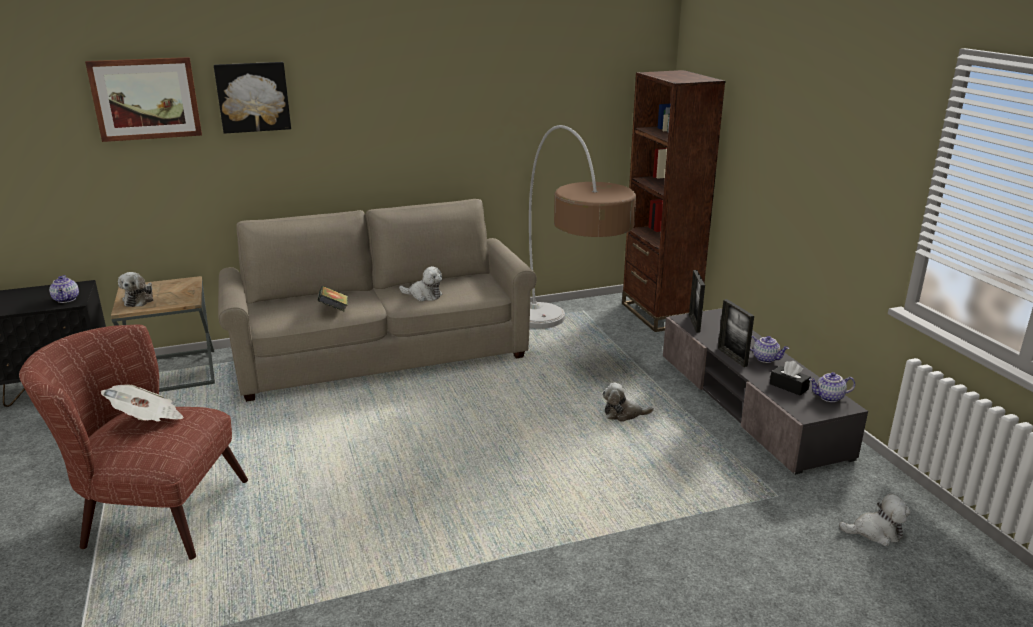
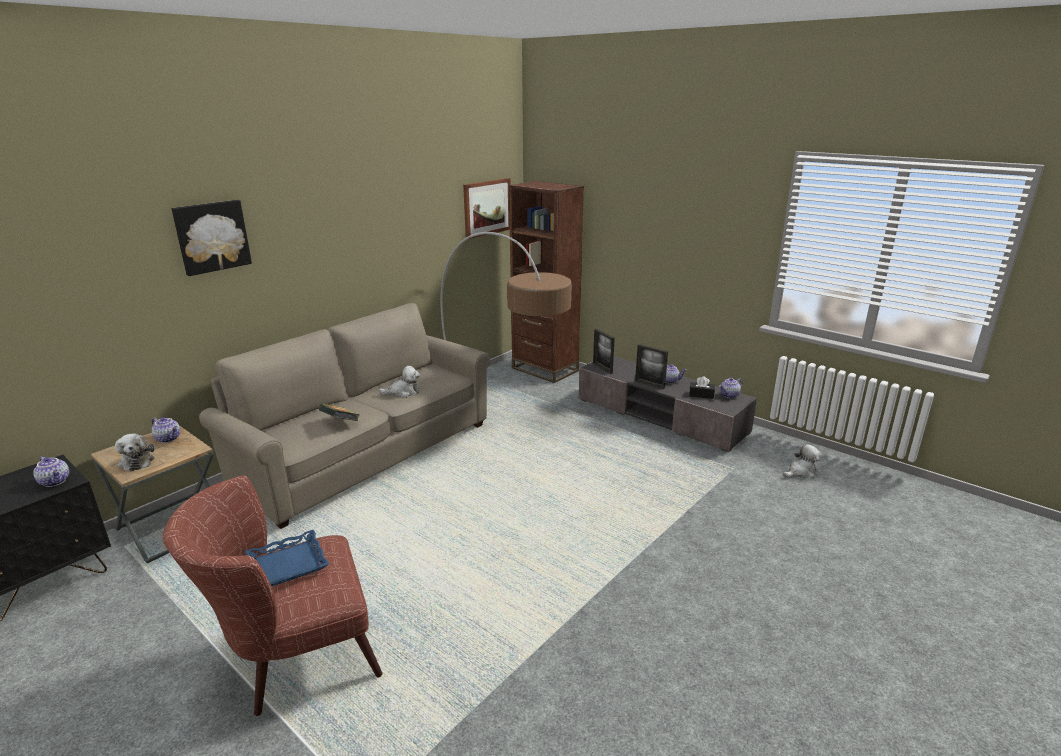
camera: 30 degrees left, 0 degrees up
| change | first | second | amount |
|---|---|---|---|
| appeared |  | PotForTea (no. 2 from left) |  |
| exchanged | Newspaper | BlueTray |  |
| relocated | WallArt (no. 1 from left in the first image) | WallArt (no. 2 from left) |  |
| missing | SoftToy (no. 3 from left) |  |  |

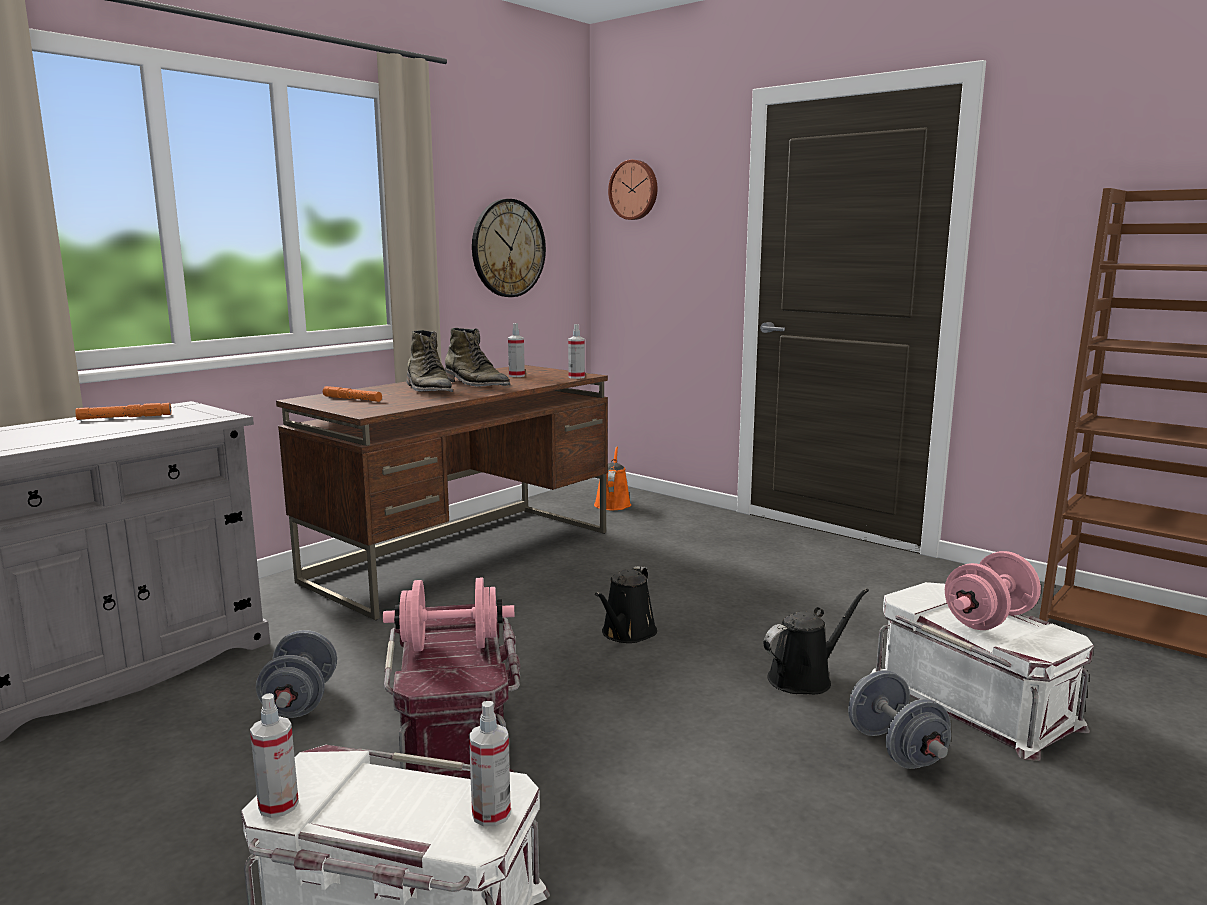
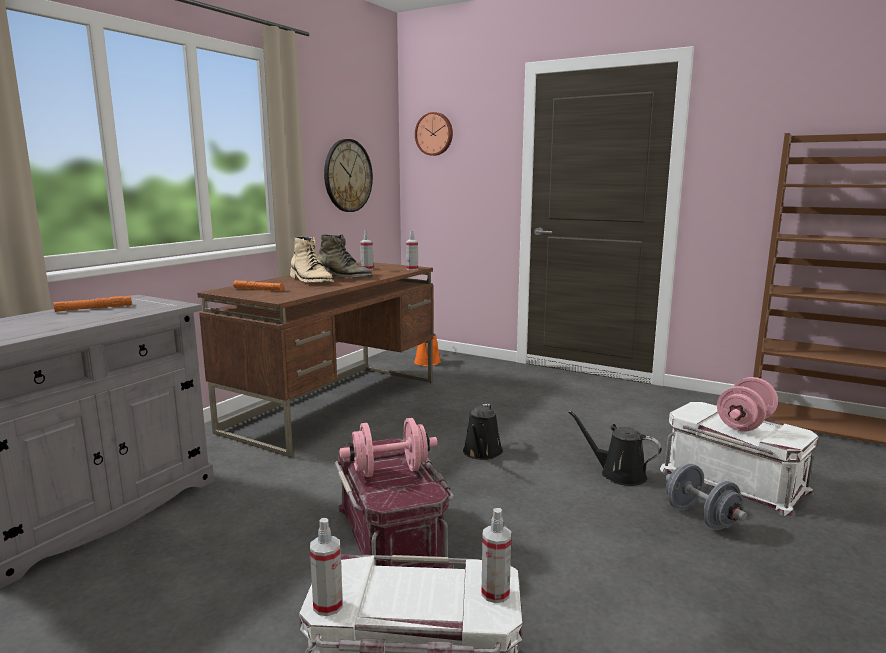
camera: 10 degrees left, 0 degrees up
| change | first | second | amount |
|---|---|---|---|
| colour | GreenBoot (no. 1 from left) | BeigeBoot |  |
| spun | BlackColouredWateringCan (no. 2 from left) |  | 105 degrees counterclockwise |
| missing | GreyHandWeight (no. 1 from left) |  |  |

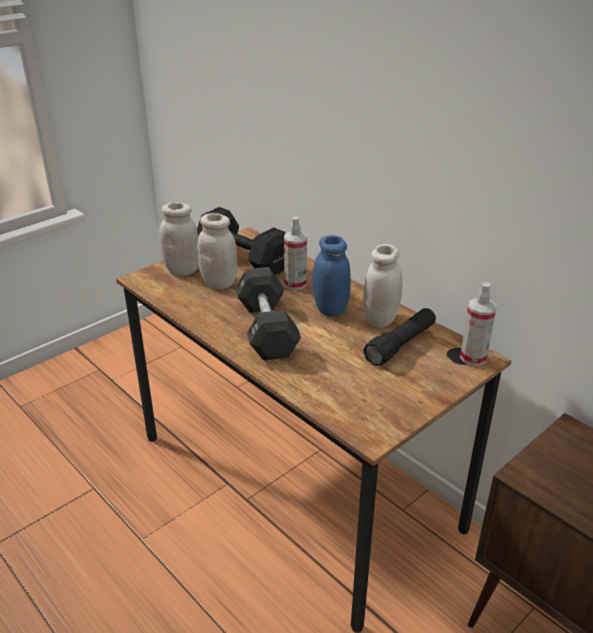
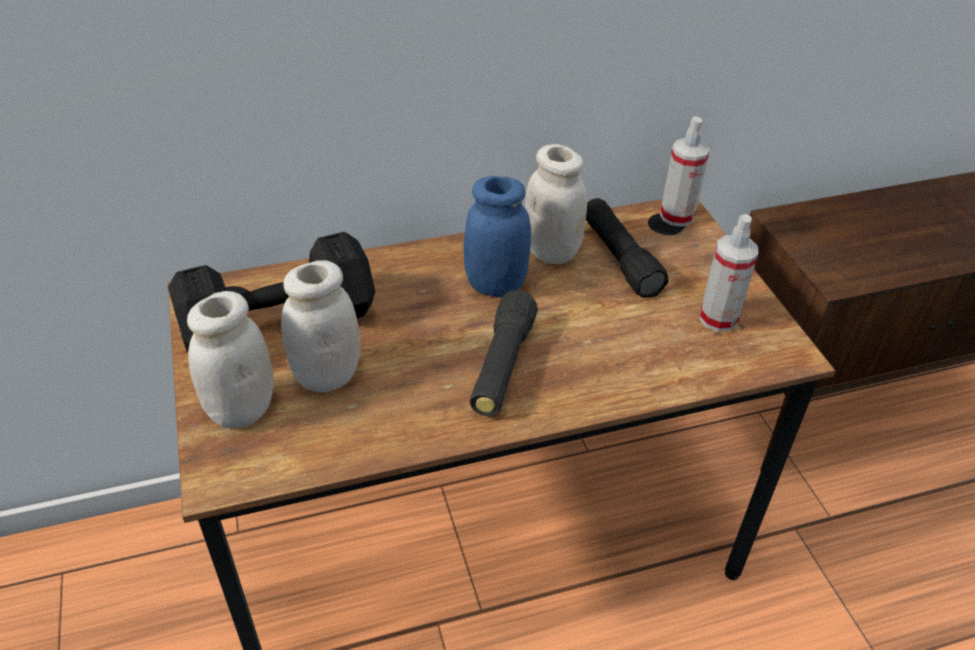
camera: 65 degrees left, 10 degrees up
| change | first | second | amount |
|---|---|---|---|
| exchanged | BlackColouredHandWeight (no. 2 from left) | BlackColouredFlashlight (no. 1 from left) |  |
| relocated | SprayBottle (no. 1 from left in the first image) | SprayBottle (no. 2 from left) |  |

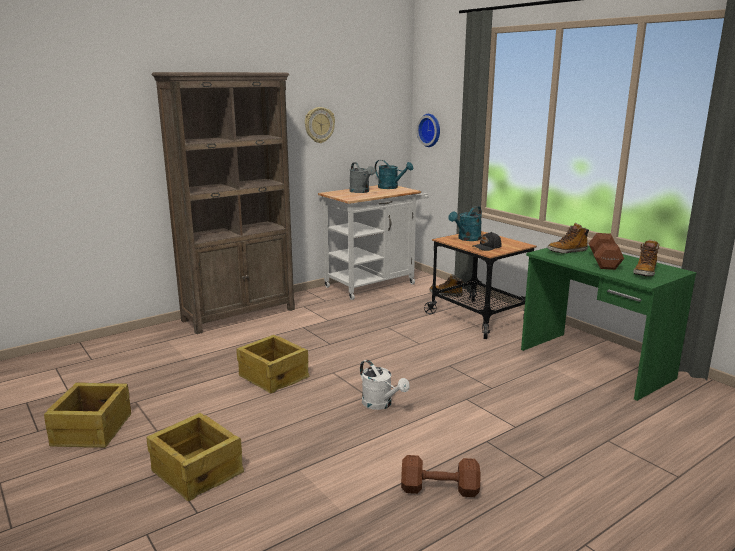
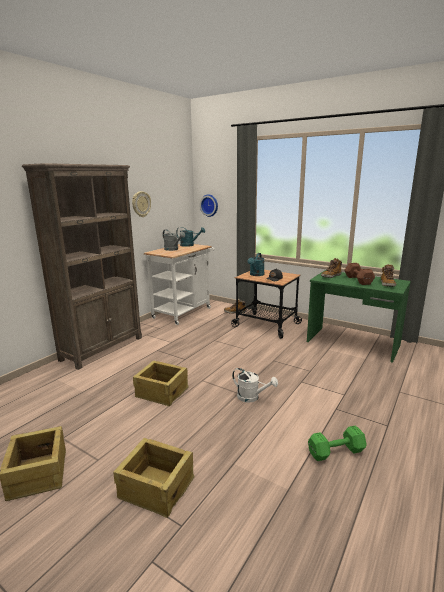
camera: 20 degrees left, 0 degrees up
| change | first | second | amount |
|---|---|---|---|
| colour | BrownHandWeight (no. 1 from left) | GreenHandWeight |  |

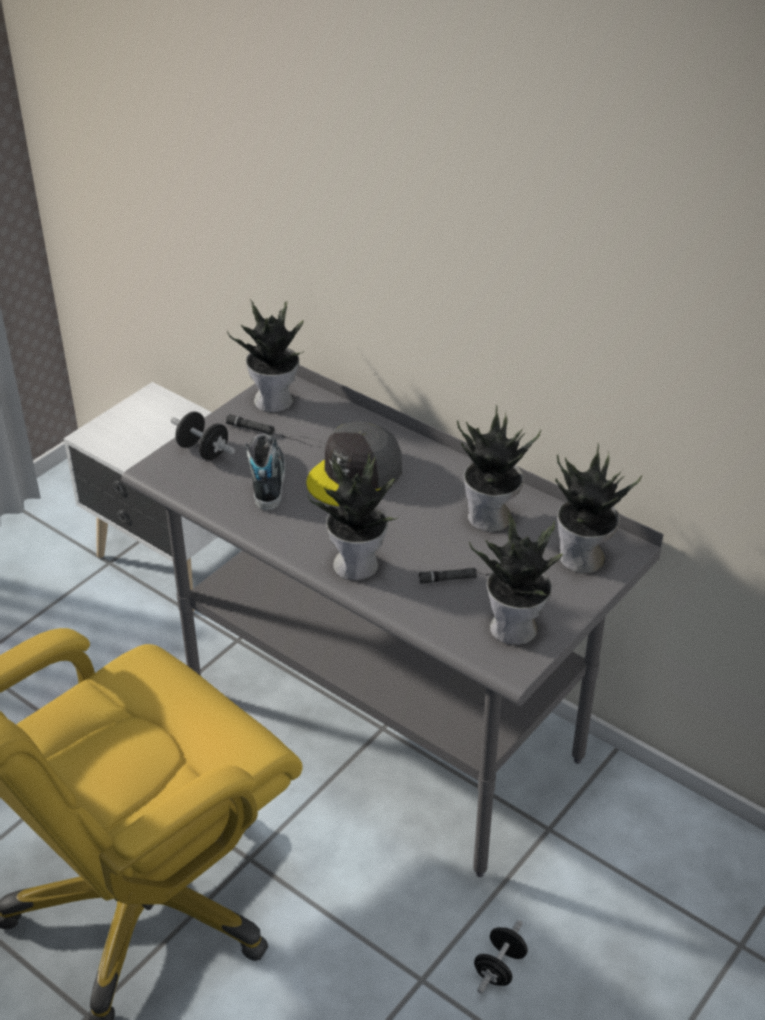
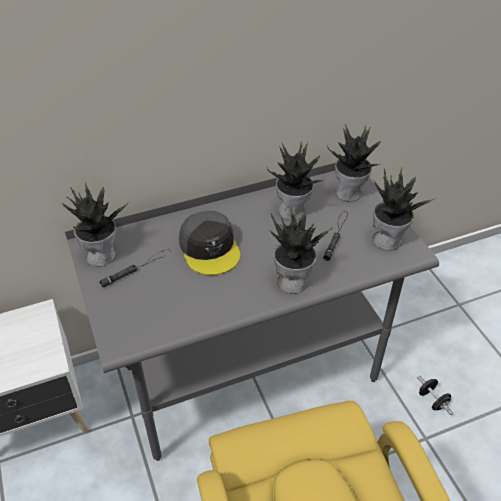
camera: 60 degrees left, 5 degrees up
| change | first | second | amount |
|---|---|---|---|
| missing | BlackColouredHandWeight (no. 1 from left) |  |  |
| missing | Shoe |  |  |

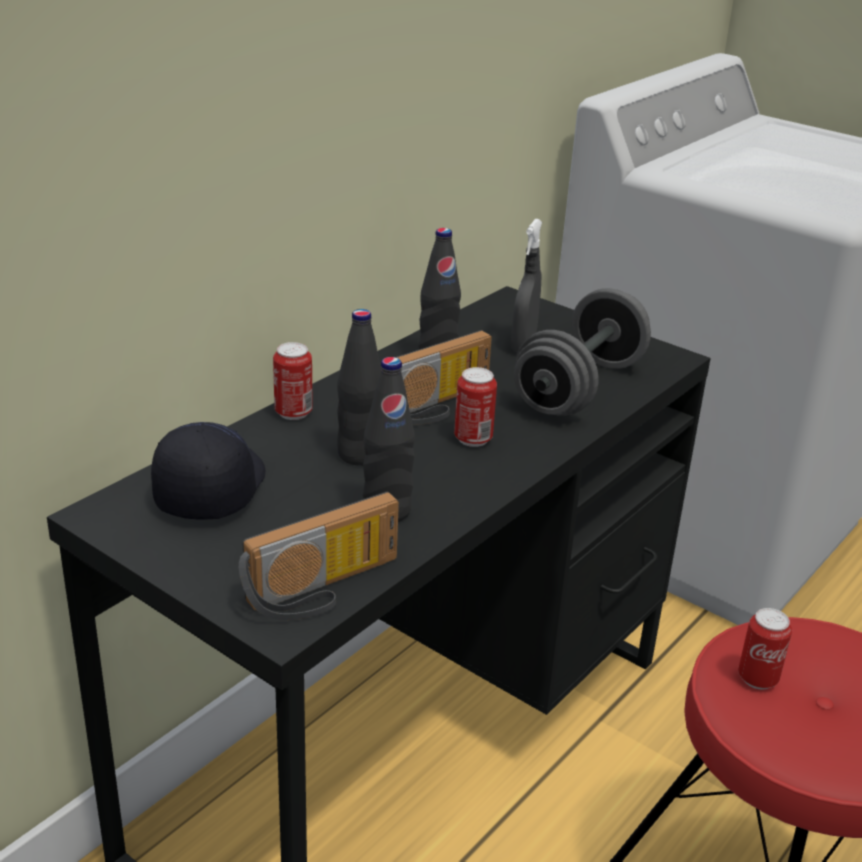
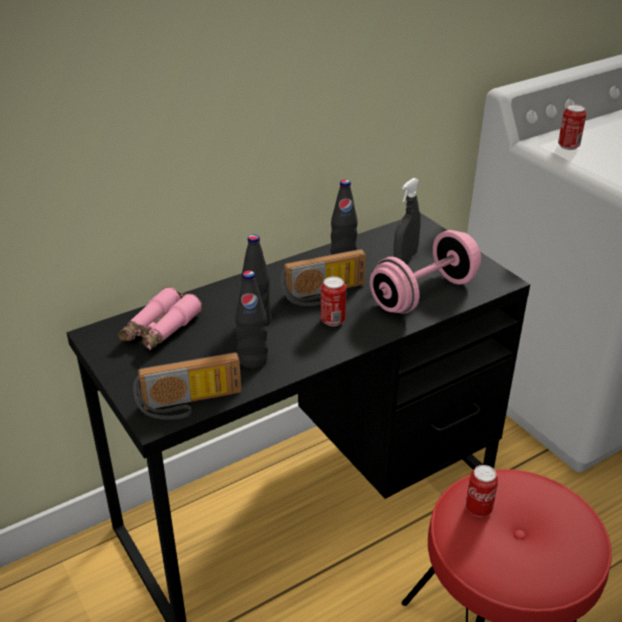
camera: 20 degrees right, 5 degrees up
| change | first | second | amount |
|---|---|---|---|
| exchanged | BlackColouredCap | PinkColouredFieldGlasses |  |
| colour | GreyHandWeight | PinkColouredHandWeight |  |
| relocated | SealedCan (no. 1 from left in the first image) | SealedCan (no. 3 from left) |  |

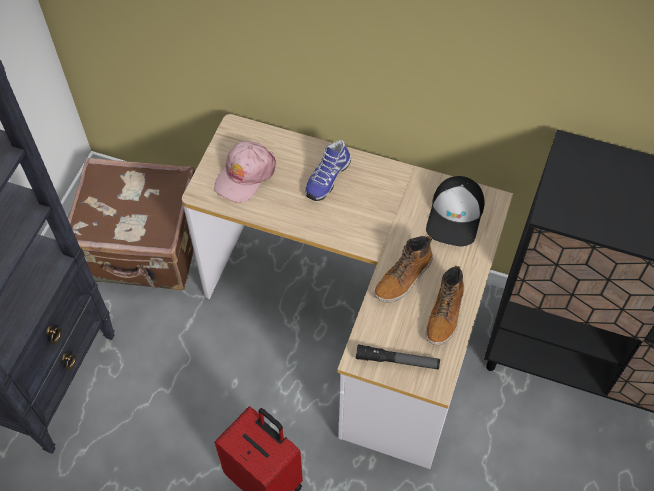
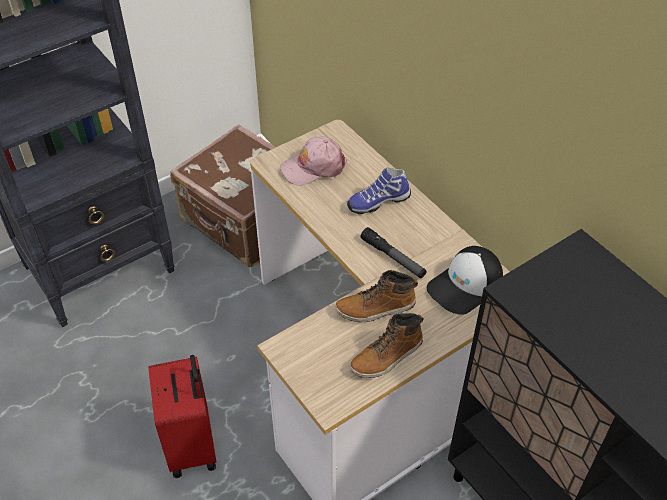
camera: 35 degrees right, 10 degrees down
| change | first | second | amount |
|---|---|---|---|
| relocated | Flashlight |  |  |

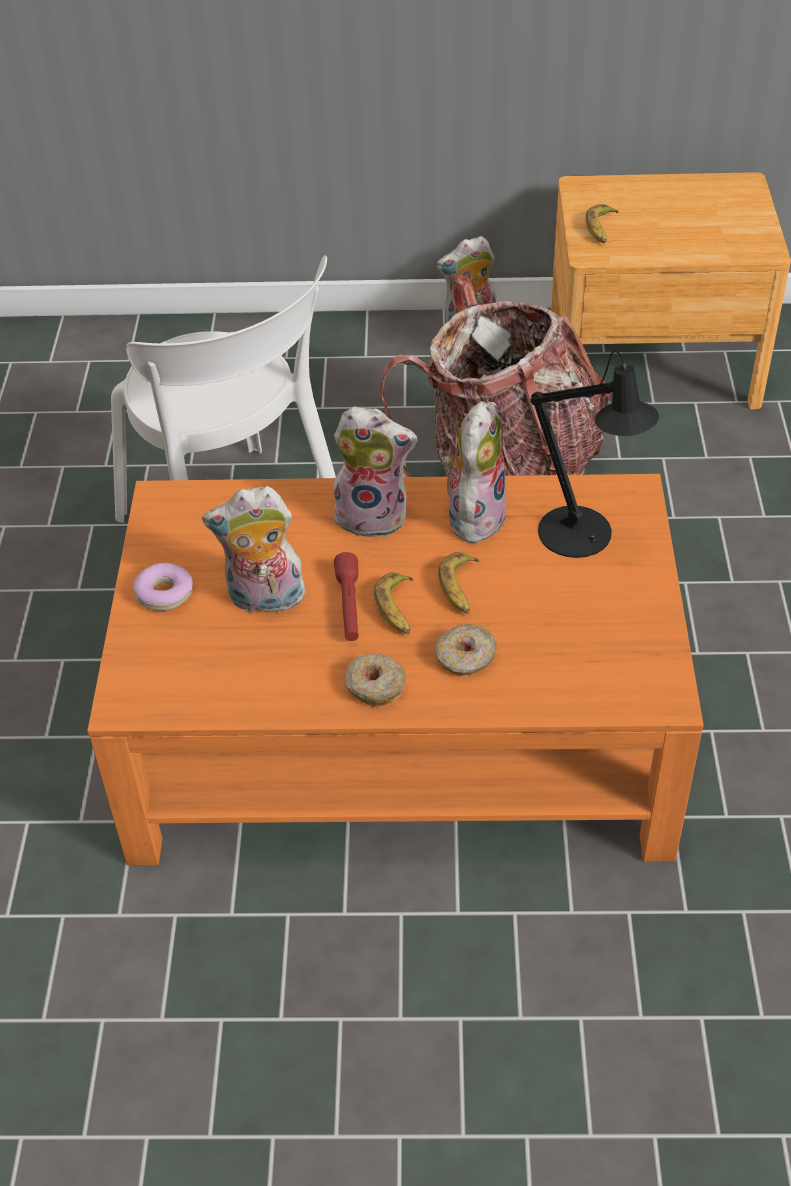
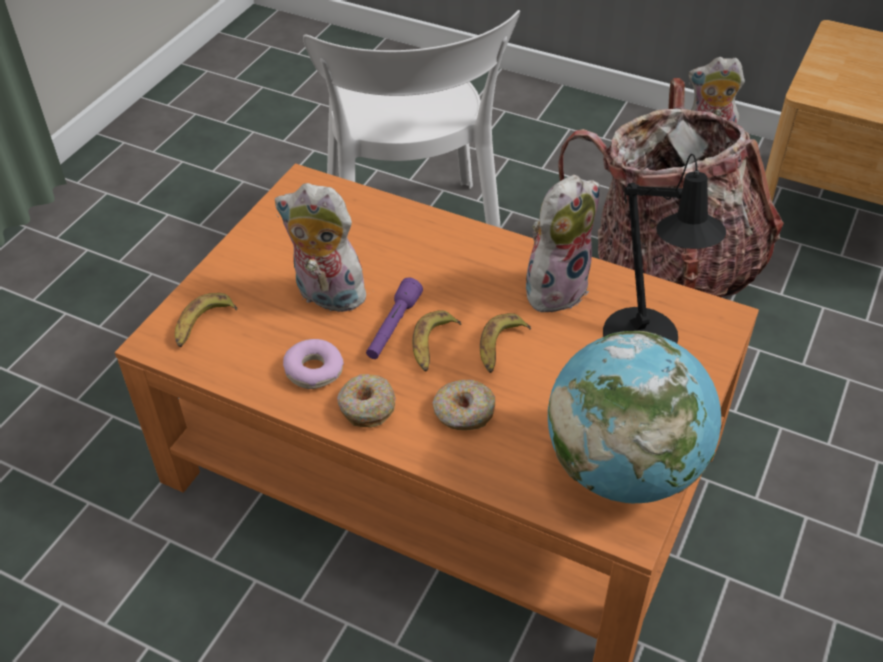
camera: 25 degrees right, 0 degrees up
| change | first | second | amount |
|---|---|---|---|
| relocated | BananaFruit (no. 3 from left in the first image) | BananaFruit (no. 1 from left) |  |
| relocated | RingDoughnut (no. 1 from left) |  |  |
| colour | RedColouredFlashlight | PurpleColouredFlashlight |  |
| appeared |  | DeskGlobe |  |
| missing | SoftToy (no. 2 from left) |  |  |

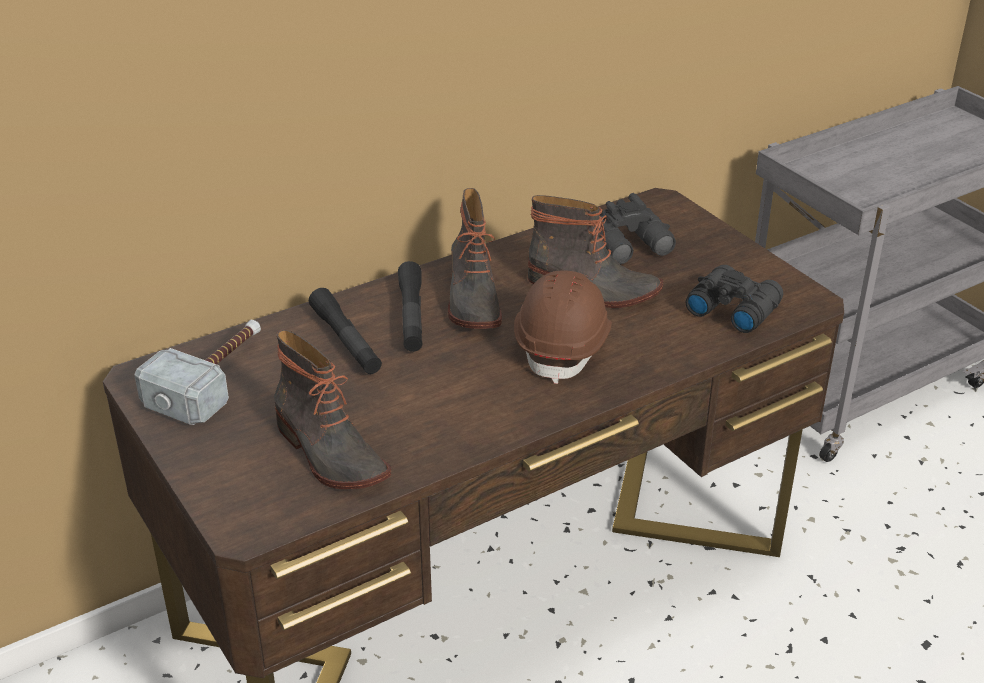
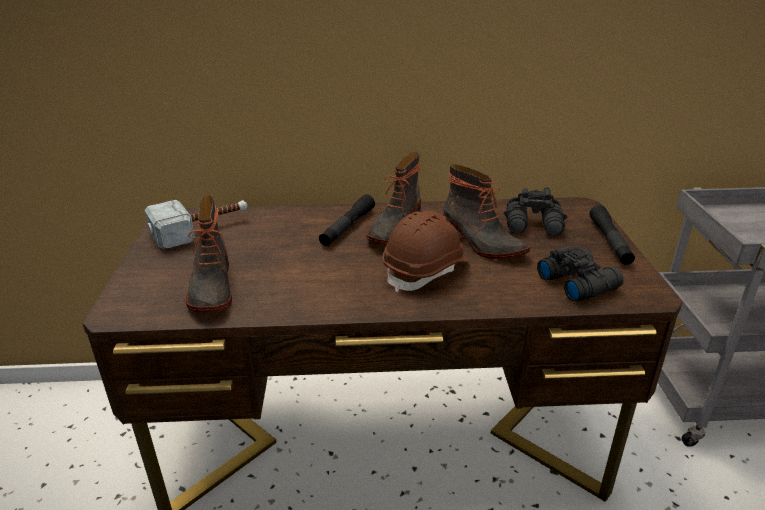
camera: 30 degrees right, 5 degrees down
| change | first | second | amount |
|---|---|---|---|
| relocated | BlackColouredFlashlight (no. 1 from left in the first image) | BlackColouredFlashlight (no. 2 from left) |  |

